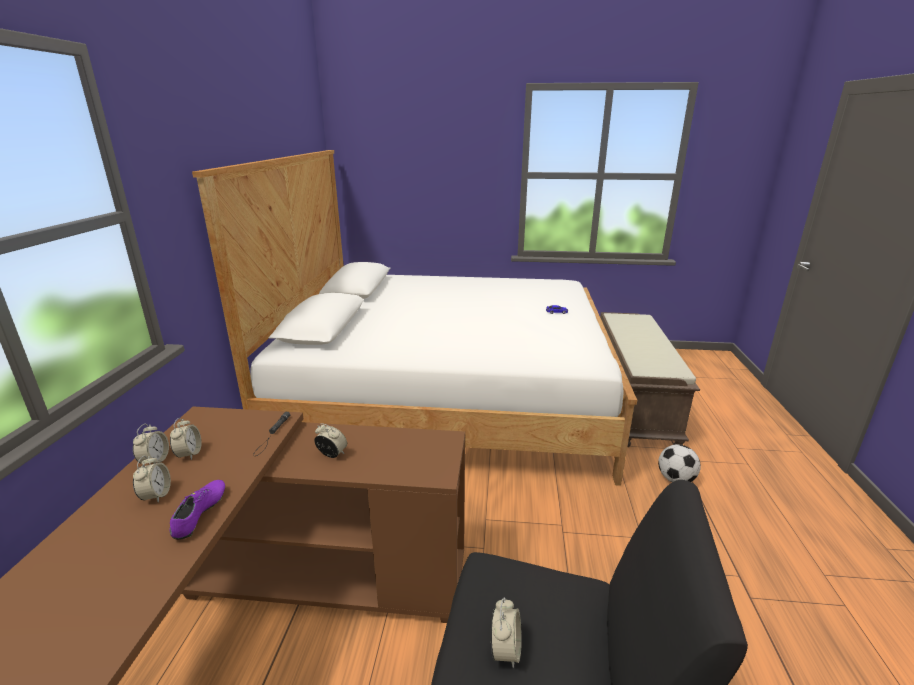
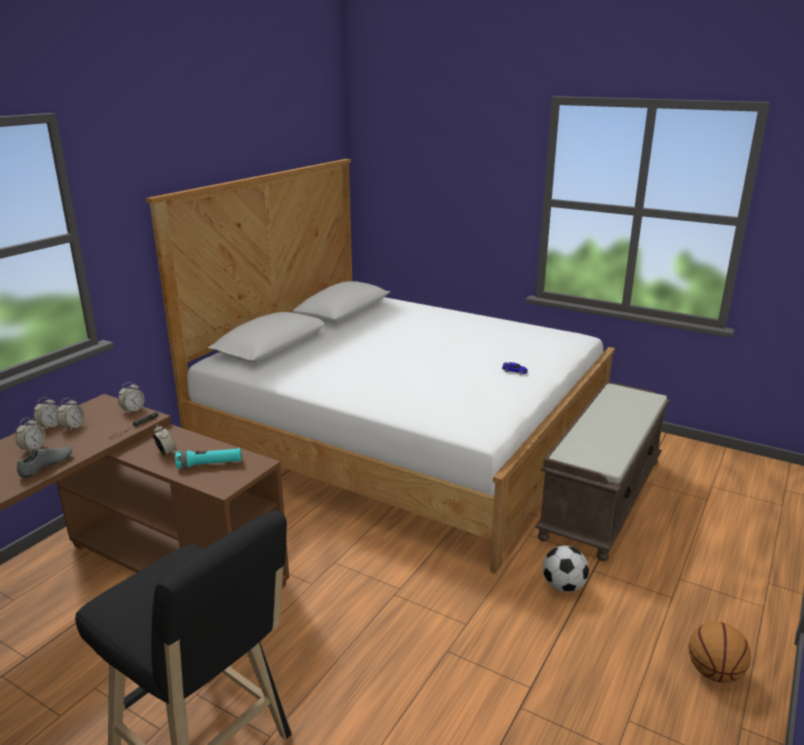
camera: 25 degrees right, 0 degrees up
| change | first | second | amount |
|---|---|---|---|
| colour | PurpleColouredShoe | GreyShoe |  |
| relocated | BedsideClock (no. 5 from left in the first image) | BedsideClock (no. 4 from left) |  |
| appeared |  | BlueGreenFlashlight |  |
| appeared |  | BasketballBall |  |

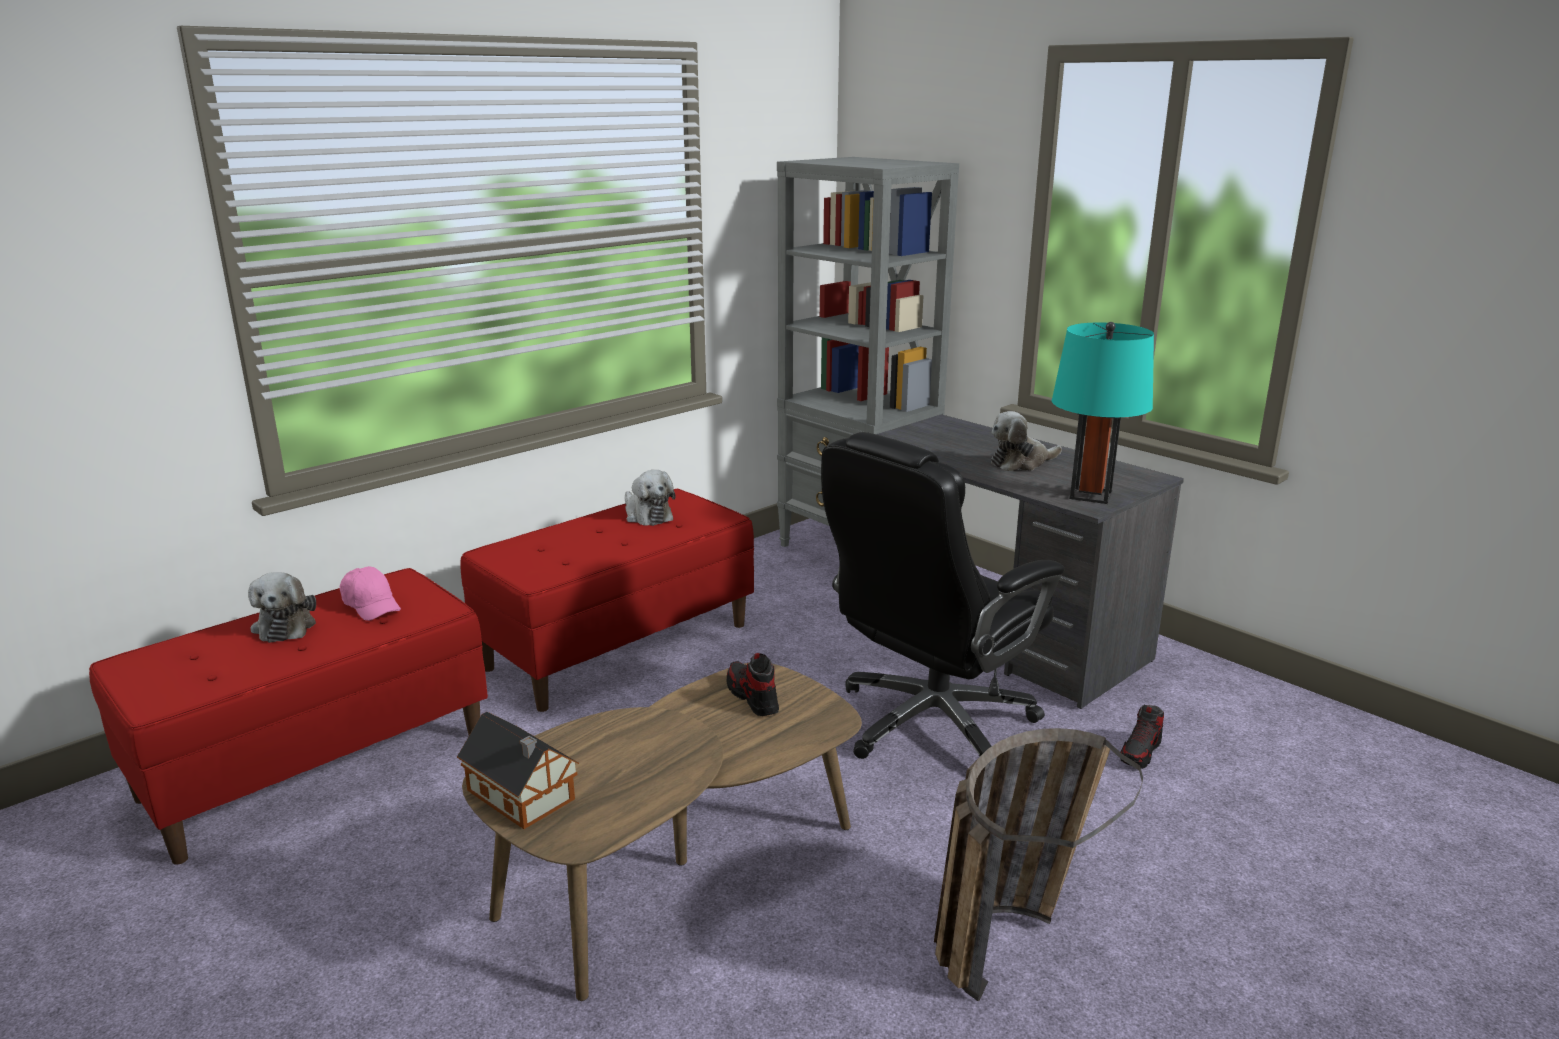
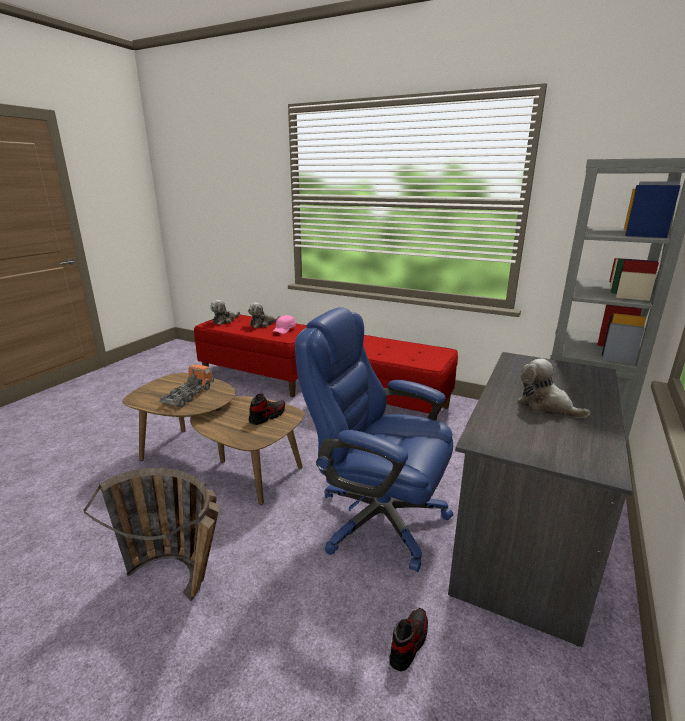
camera: 70 degrees right, 0 degrees up
| change | first | second | amount |
|---|---|---|---|
| appeared |  | ToyLorry |  |
| relocated | SoftToy (no. 2 from left in the first image) | SoftToy (no. 1 from left) |  |
| colour | BlackColouredComputerChair | BlueComputerChair |  |
| spun | Shoe (no. 2 from left) |  | 105 degrees clockwise |
| missing | MiniatureHouse |  |  |
| missing | BlueGreenTableLamp |  |  |

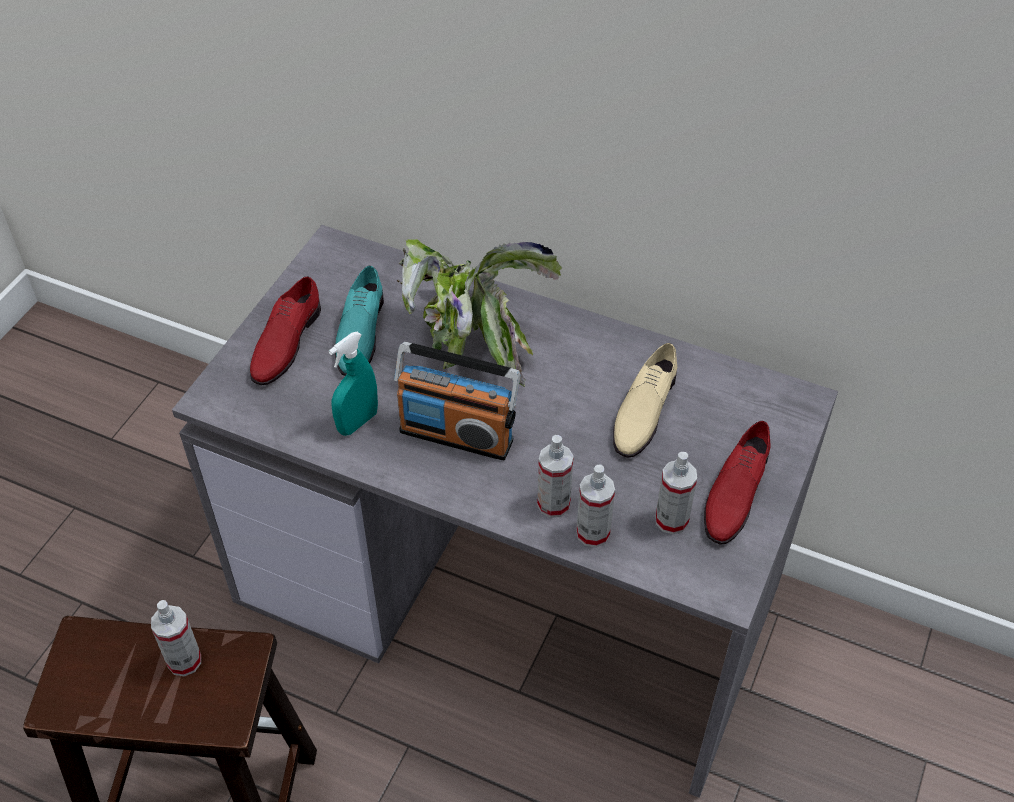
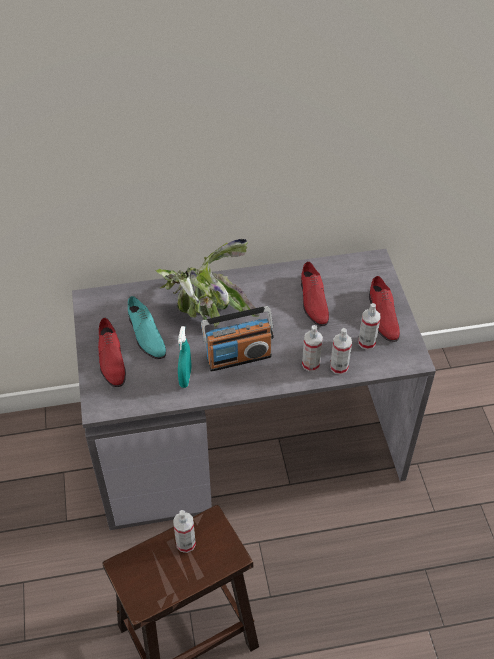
camera: 35 degrees left, 0 degrees up
| change | first | second | amount |
|---|---|---|---|
| colour | BeigeShoe | RedColouredShoe (no. 2 from left) |  |

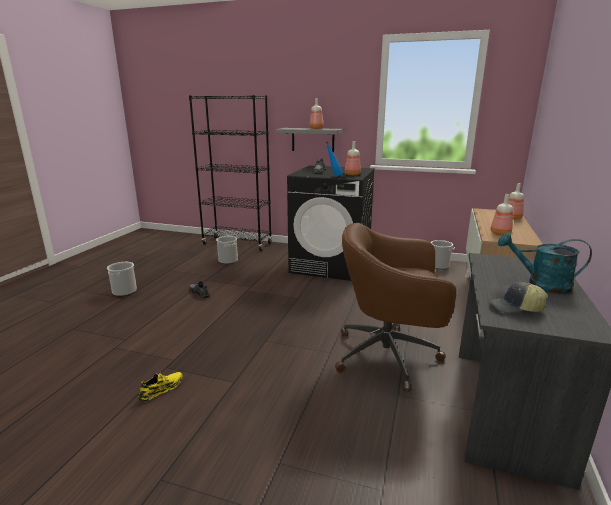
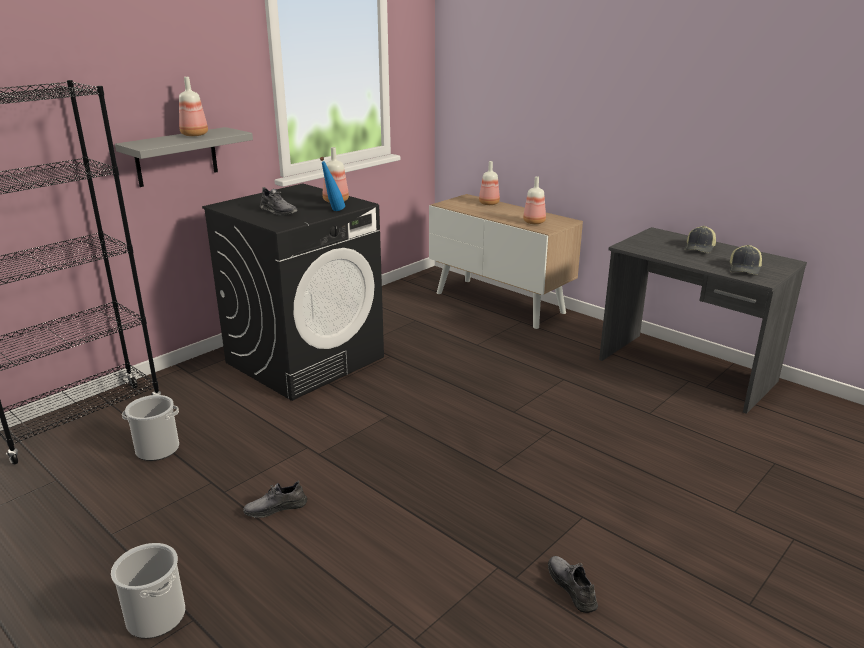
camera: 65 degrees left, 5 degrees up
| change | first | second | amount |
|---|---|---|---|
| colour | YellowishShoe | GreyShoe (no. 3 from left) |  |
| exchanged | BlueGreenWateringCan | Cap (no. 1 from left) |  |
| missing | BrownComputerChair |  |  |
| missing | Pail (no. 3 from left) |  |  |

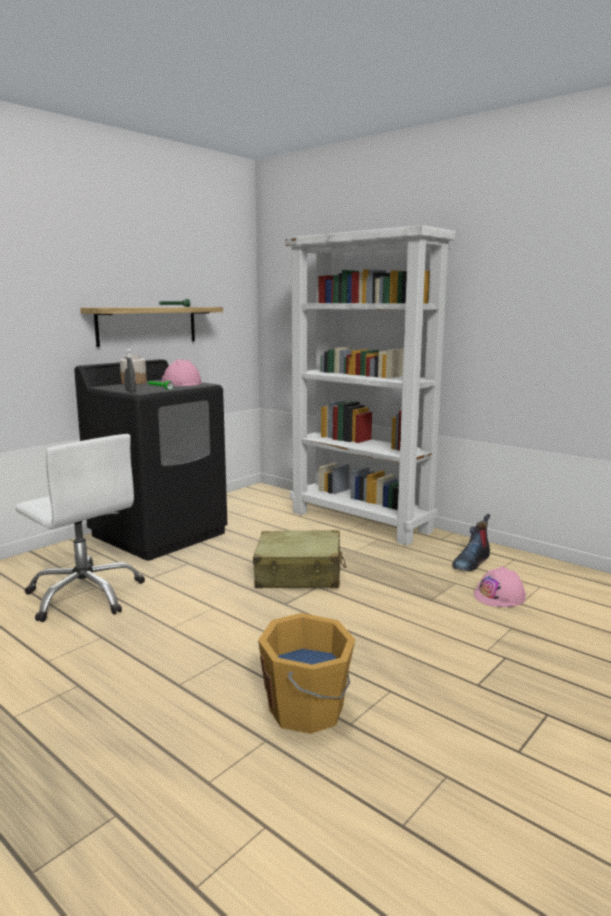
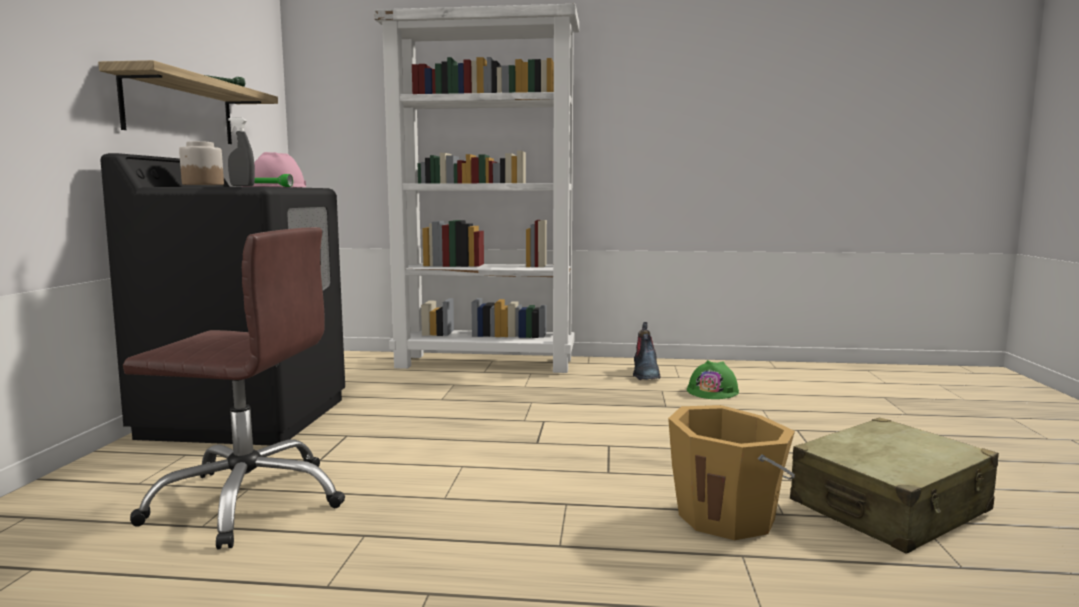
camera: 35 degrees left, 5 degrees down
| change | first | second | amount |
|---|---|---|---|
| colour | WhitishComputerChair | BrownComputerChair |  |
| colour | PinkColouredHardHat (no. 2 from left) | GreenHardHat |  |
| relocated | BeigePieceOfLuggage |  |  |

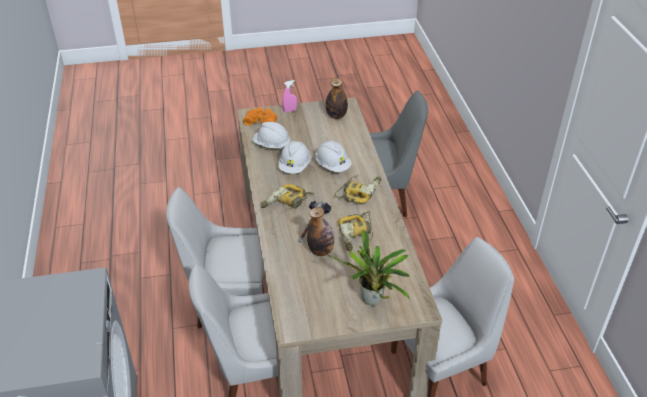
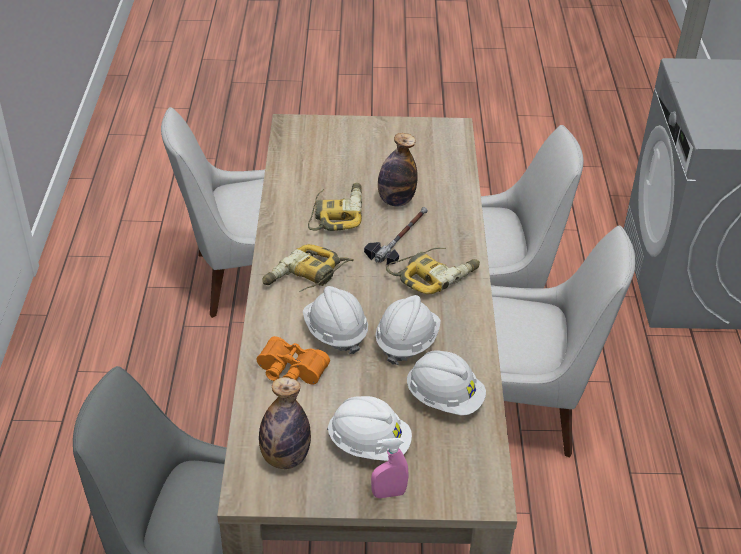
camera: 170 degrees left, 0 degrees up
| change | first | second | amount |
|---|---|---|---|
| relocated | OrangeyFieldGlasses |  |  |
| appeared |  | WhitishHardHat (no. 2 from left) |  |
| missing | PlantInAPot |  |  |

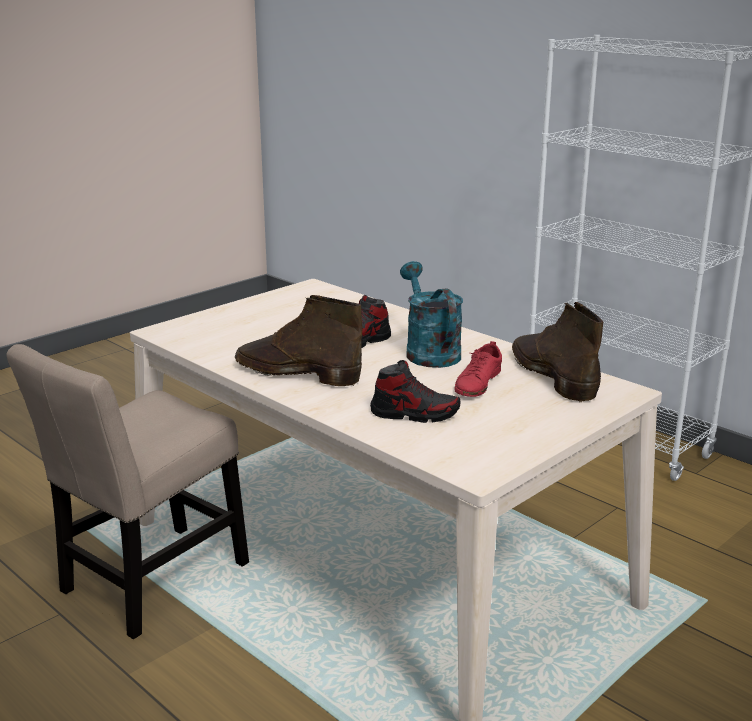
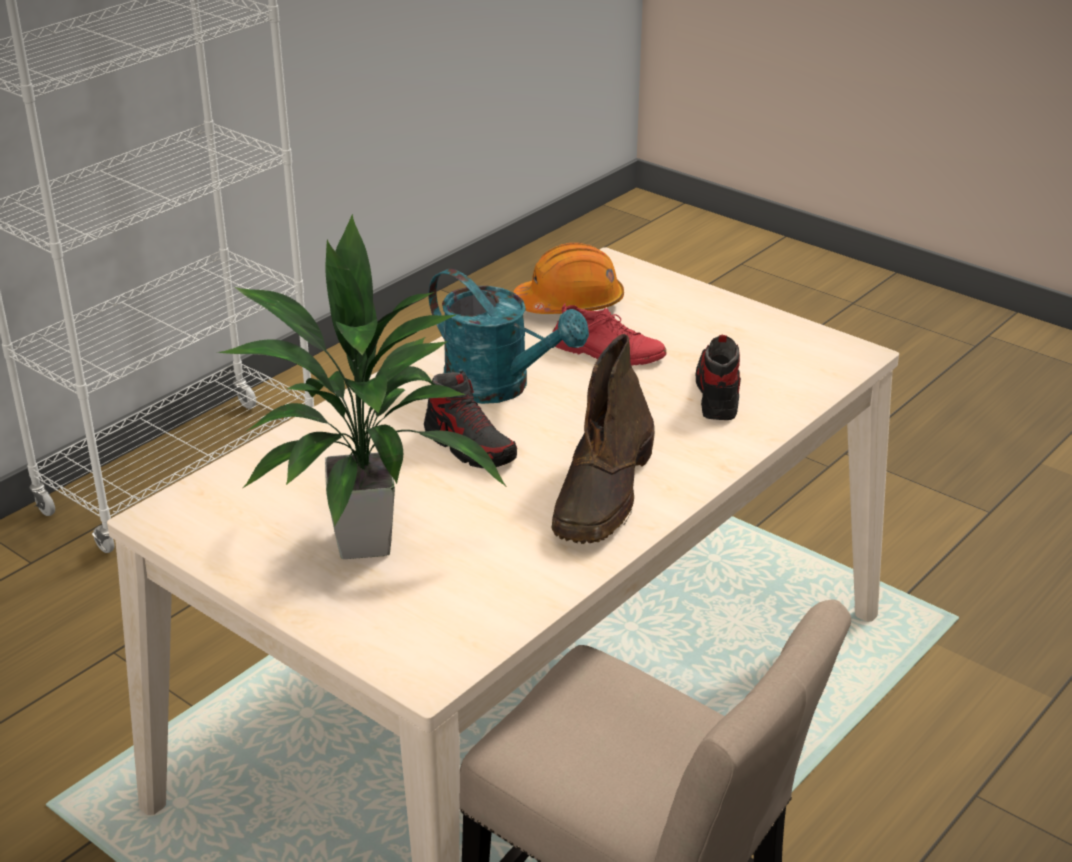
camera: 95 degrees left, 10 degrees up
| change | first | second | amount |
|---|---|---|---|
| appeared |  | PlantInAPot |  |
| spun | BlueGreenWateringCan |  | 120 degrees counterclockwise |
| exchanged | BrownBoot (no. 2 from left) | OrangeyHardHat |  |

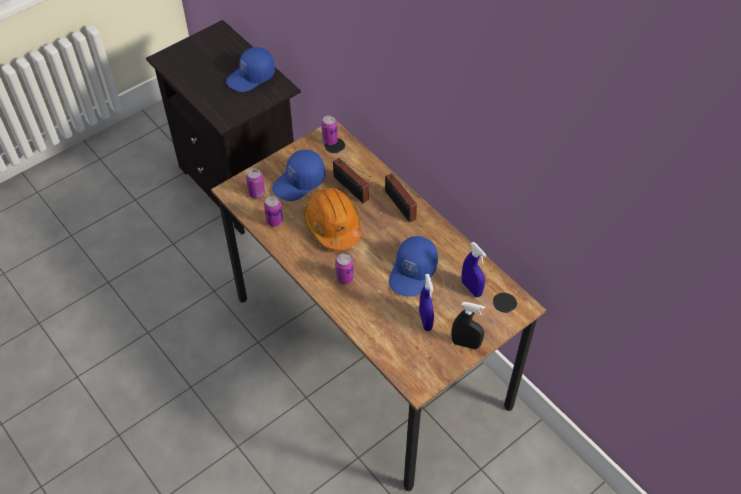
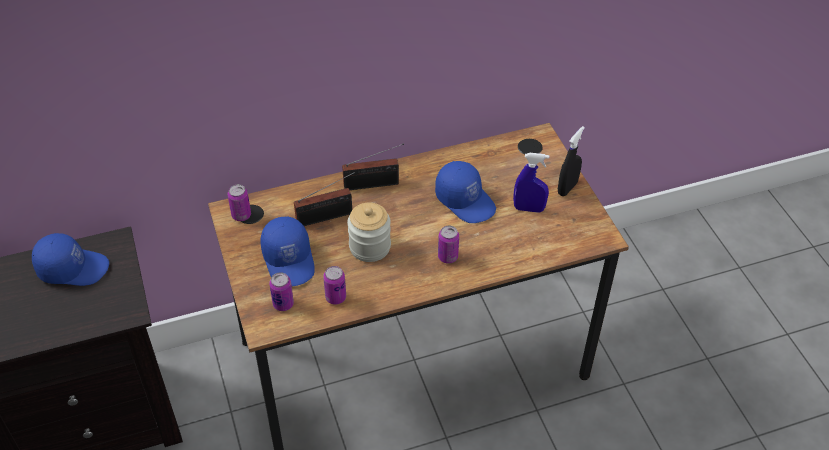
camera: 70 degrees left, 5 degrees down
| change | first | second | amount |
|---|---|---|---|
| spun | BlueCap (no. 1 from left) |  | 75 degrees counterclockwise |
| exchanged | OrangeyHardHat | StorageJar |  |
| missing | BlueSprayBottle (no. 2 from left) |  |  |

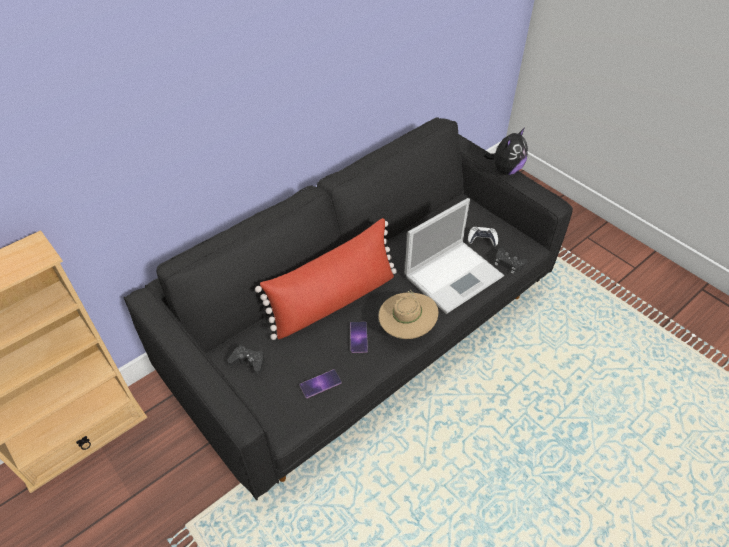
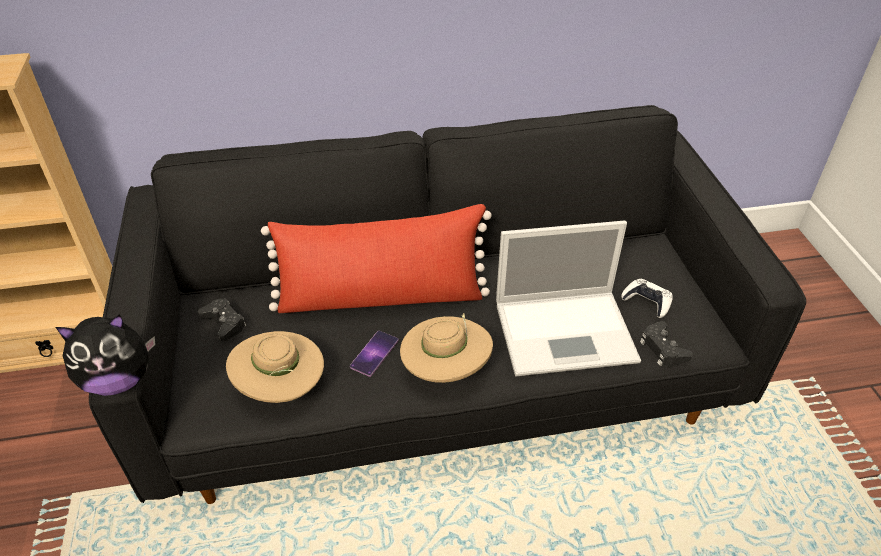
camera: 30 degrees right, 5 degrees down
| change | first | second | amount |
|---|---|---|---|
| relocated | SoftToy |  |  |
| exchanged | Handset (no. 1 from left) | BeigeClothingHat (no. 1 from left) |  |

